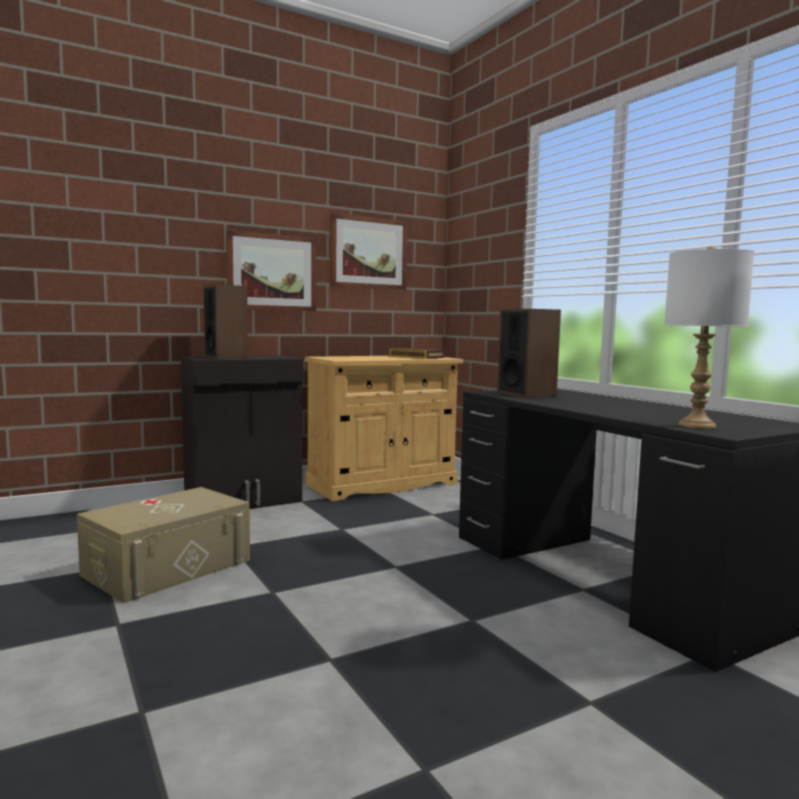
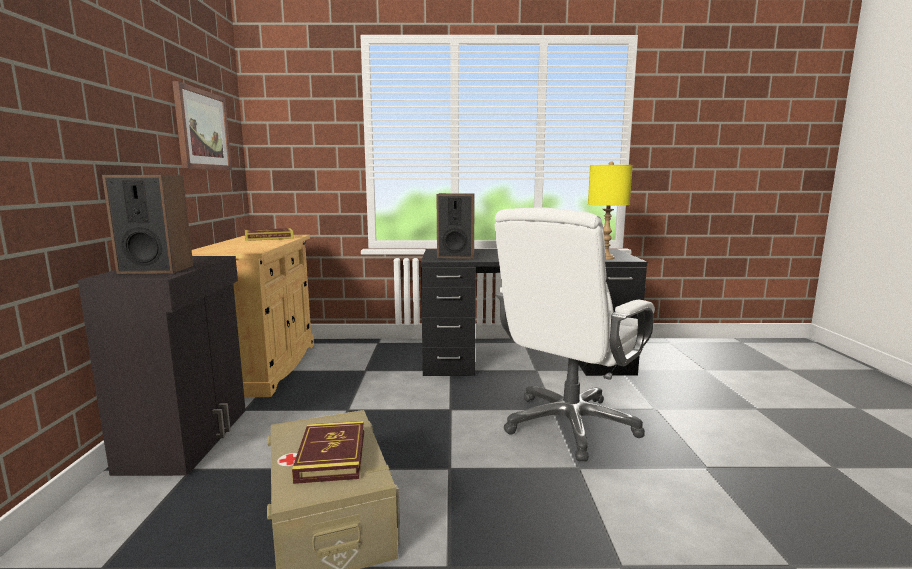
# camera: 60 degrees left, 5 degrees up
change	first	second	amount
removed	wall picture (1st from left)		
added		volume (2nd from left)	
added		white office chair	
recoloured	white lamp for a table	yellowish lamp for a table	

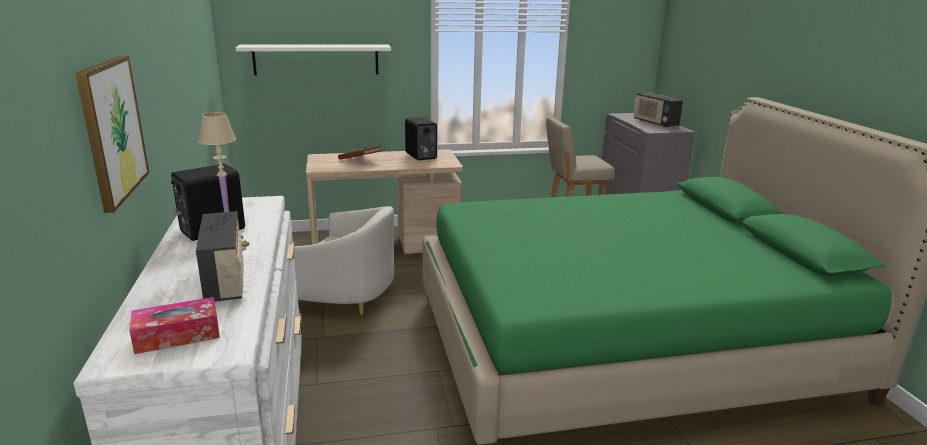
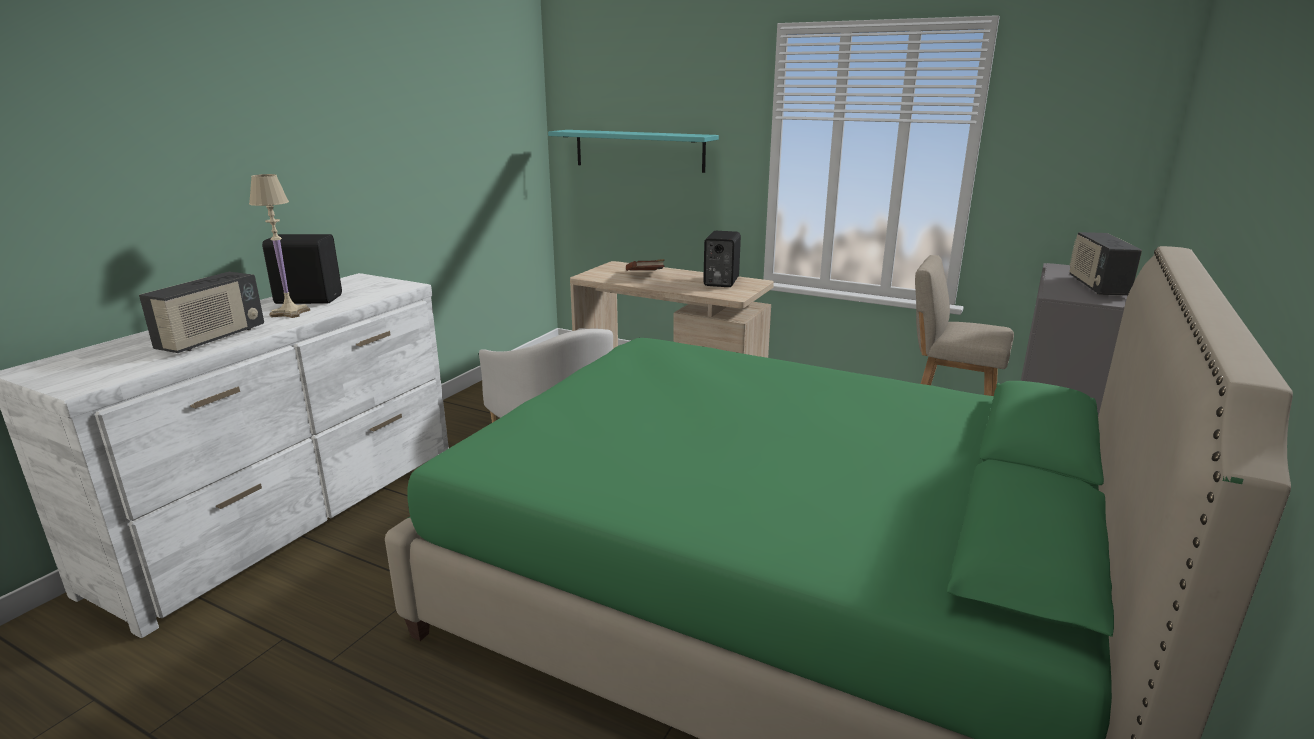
# camera: 40 degrees right, 0 degrees up
change	first	second	amount
removed	wall picture		
removed	box of tissues		
recoloured	white shelf	turquoise-coloured shelf	

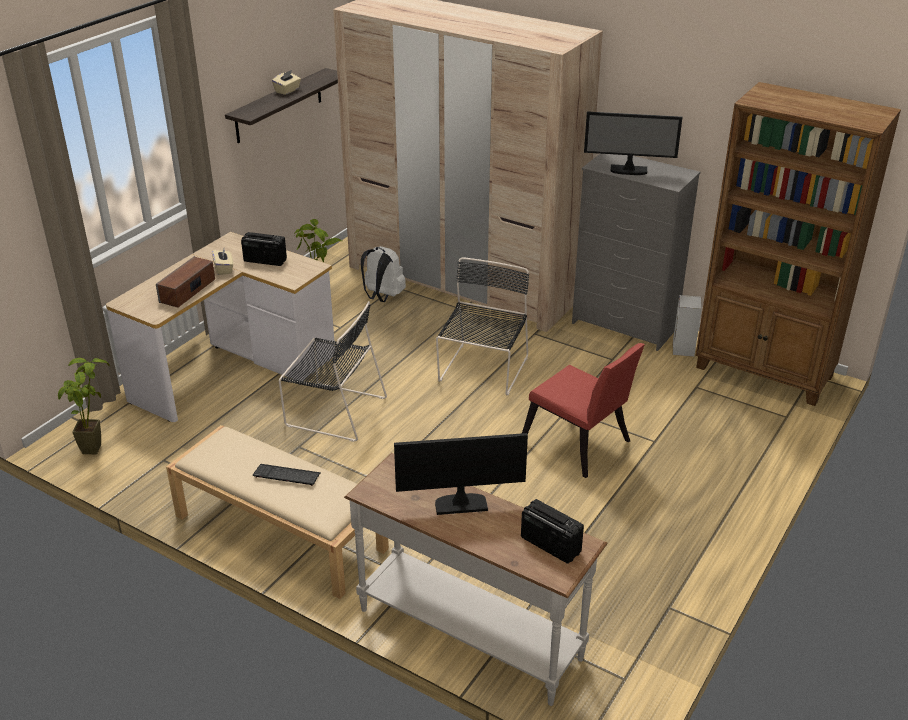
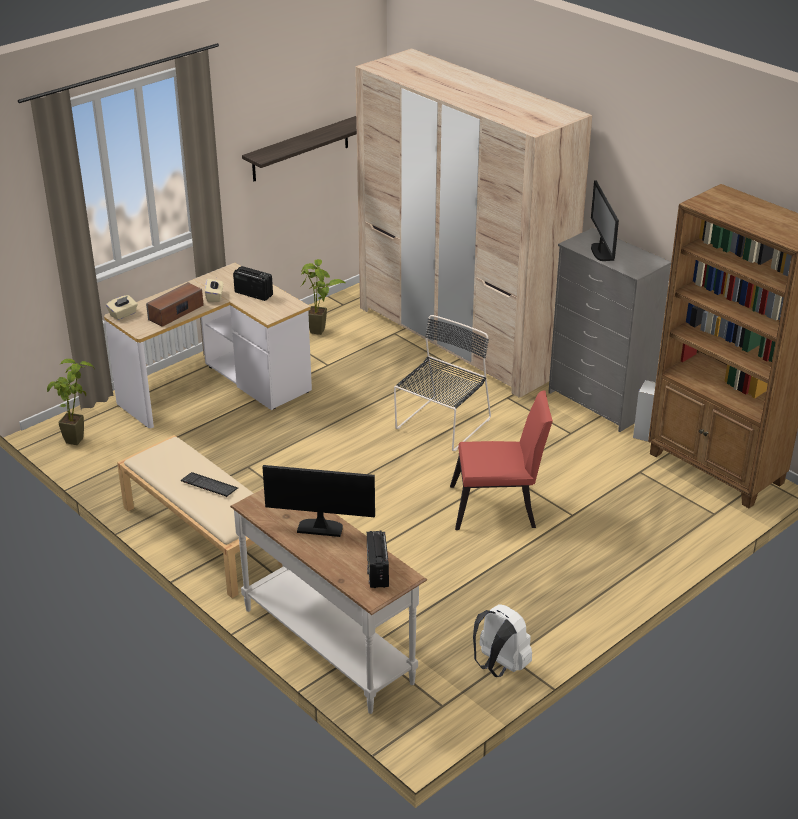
# camera: 15 degrees right, 0 degrees up
change	first	second	amount
removed	blackish plain chair (1st from left)		
moved	beige-coloured box of tissues (2nd from left in the first image)	beige-coloured box of tissues (1st from left)	
moved	white knapsack		
turned	radio (2nd from left)		150 degrees counterclockwise
turned	red-coloured plain chair		60 degrees counterclockwise
turned	computer display (2nd from left)		60 degrees clockwise

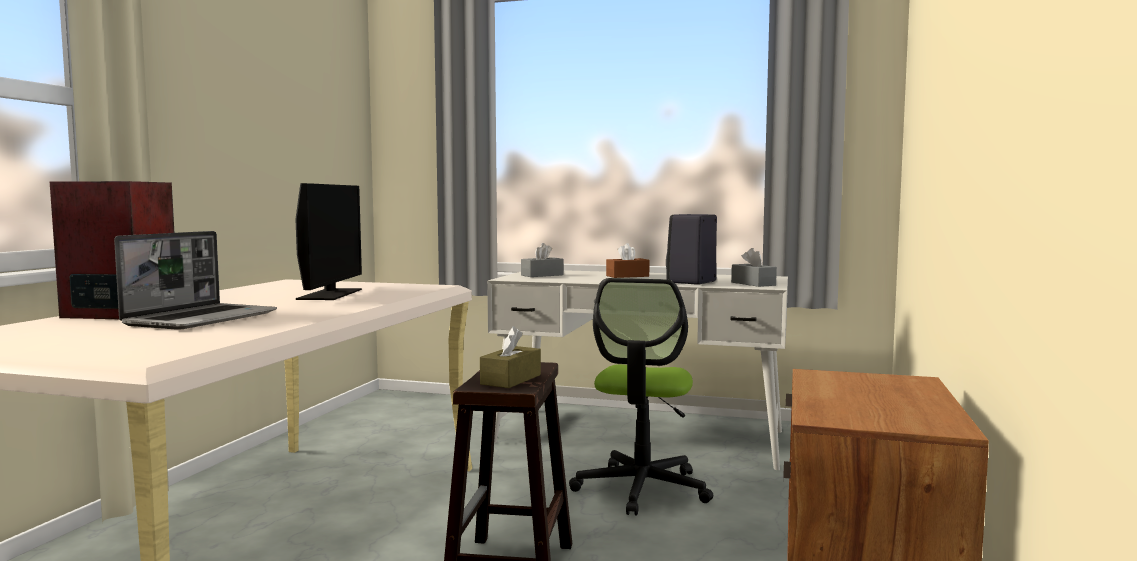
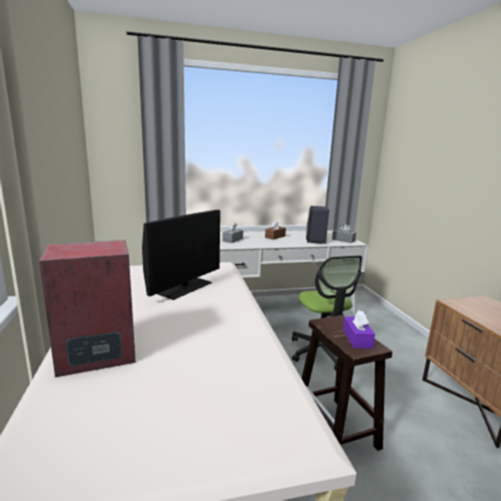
# camera: 30 degrees left, 10 degrees up
change	first	second	amount
removed	laptop		
recoloured	brownish box of tissues (1st from left)	purple box of tissues	
turned	computer display		60 degrees clockwise

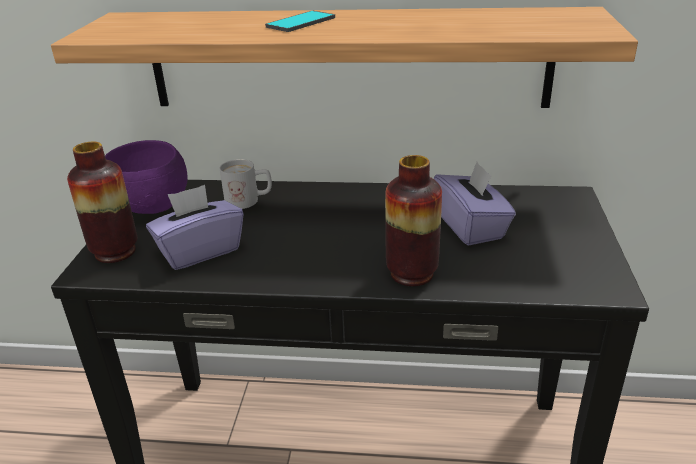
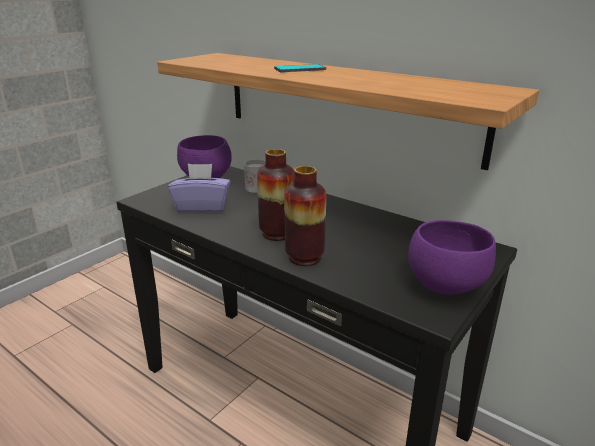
# camera: 30 degrees right, 5 degrees down
change	first	second	amount
removed	purple box of tissues (2nd from left)		
added		purple serving bowl (2nd from left)	
moved	vase (1st from left)		

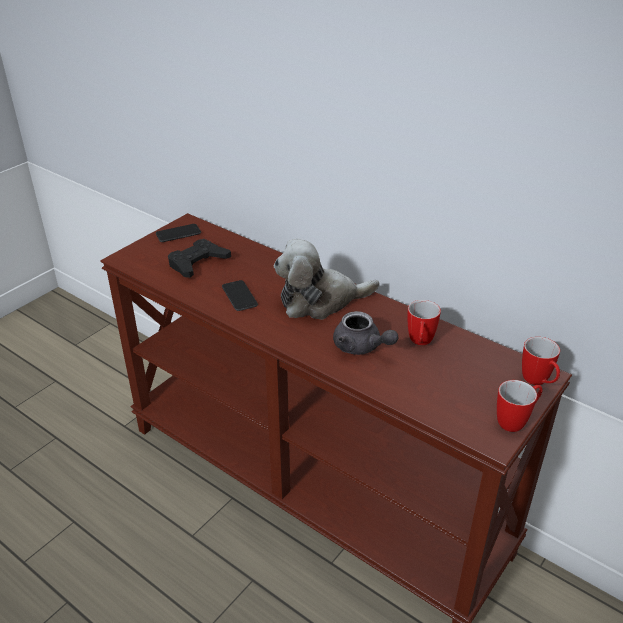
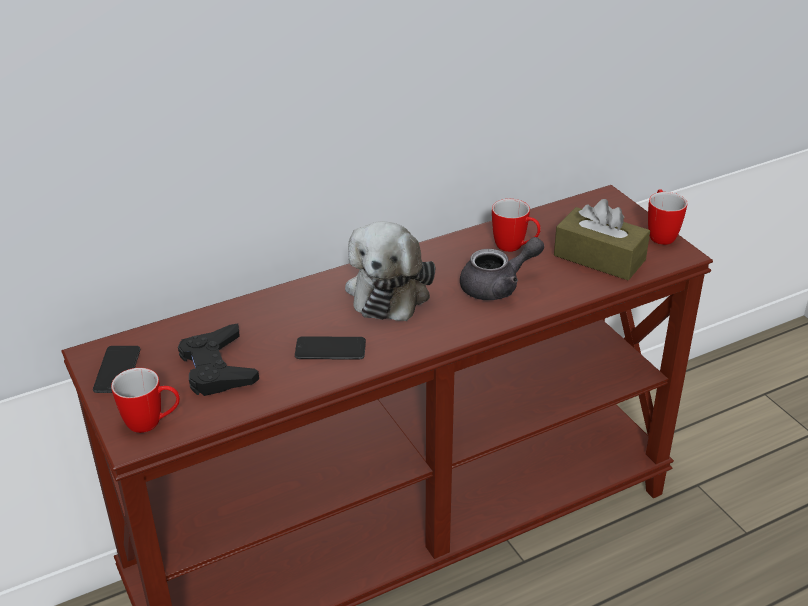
# camera: 65 degrees left, 0 degrees up
change	first	second	amount
added		brownish box of tissues	
moved	mug (3rd from left in the first image)	mug (1st from left)	

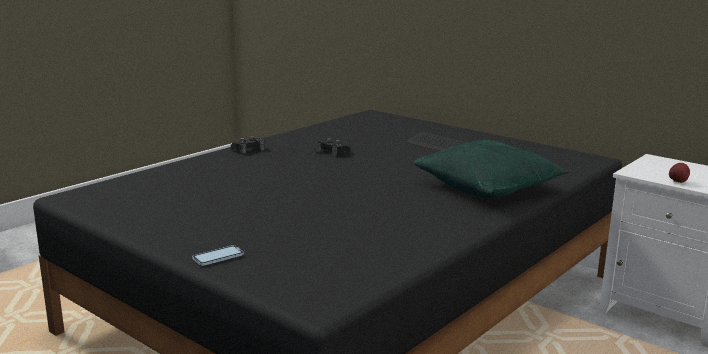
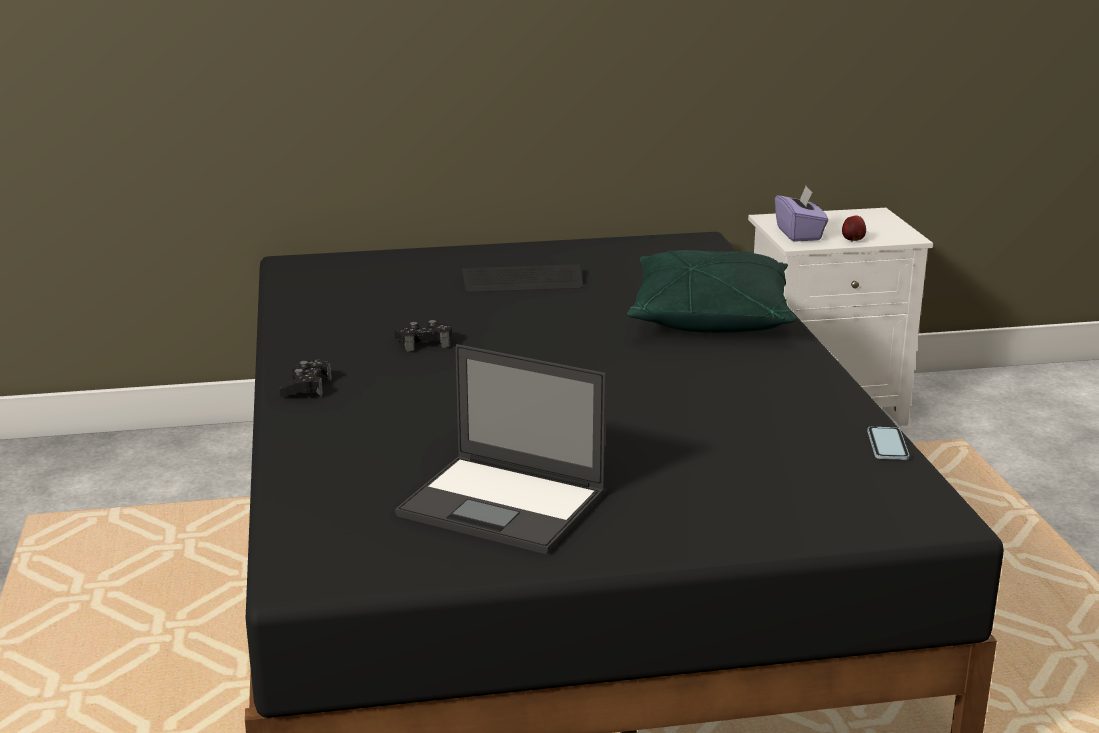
# camera: 50 degrees left, 5 degrees up
change	first	second	amount
added		laptop	
added		purple box of tissues	
moved	telephone		

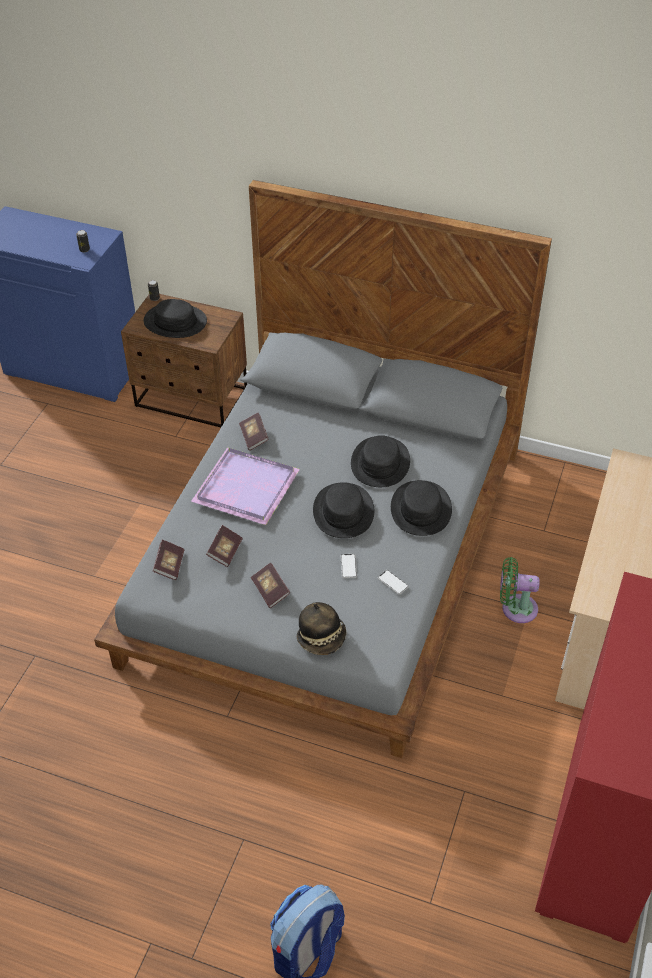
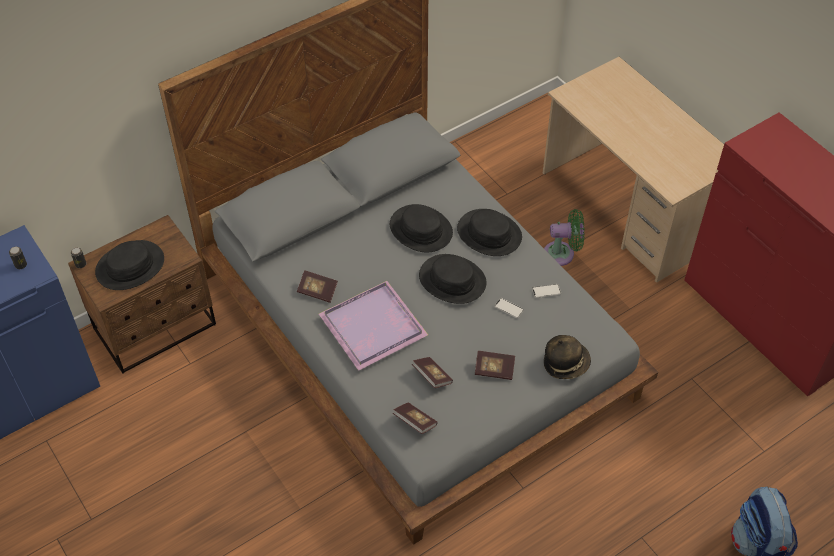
# camera: 55 degrees left, 5 degrees up
change	first	second	amount
turned	green cooling fan		135 degrees counterclockwise

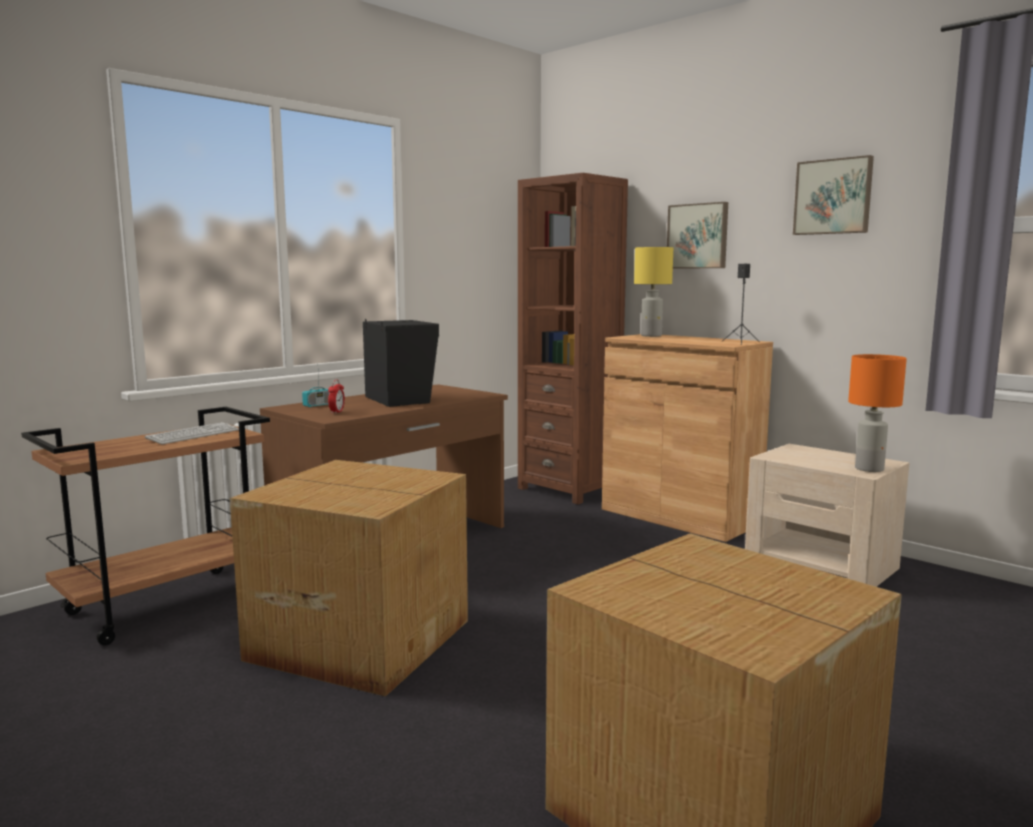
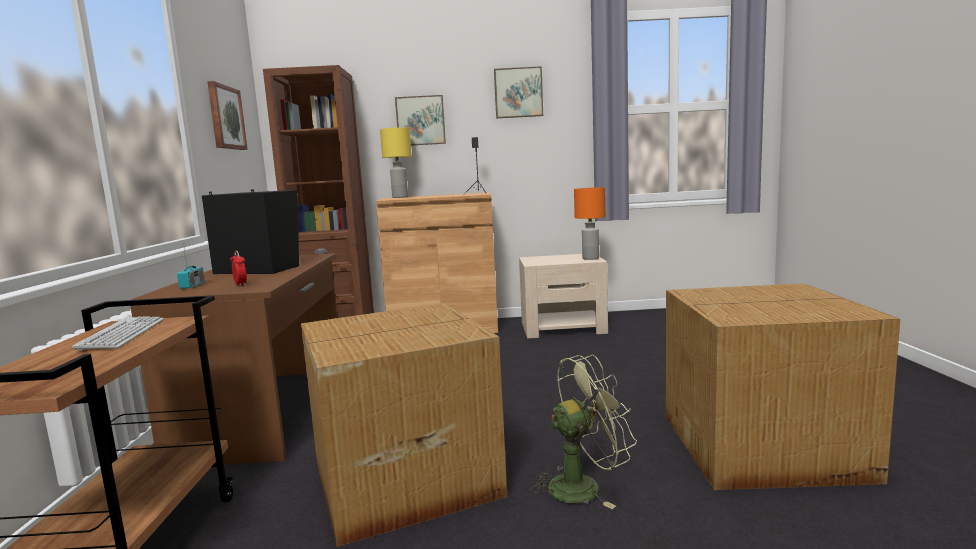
# camera: 45 degrees left, 0 degrees up
change	first	second	amount
added		wall picture (1st from left)	
added		green cooling fan	

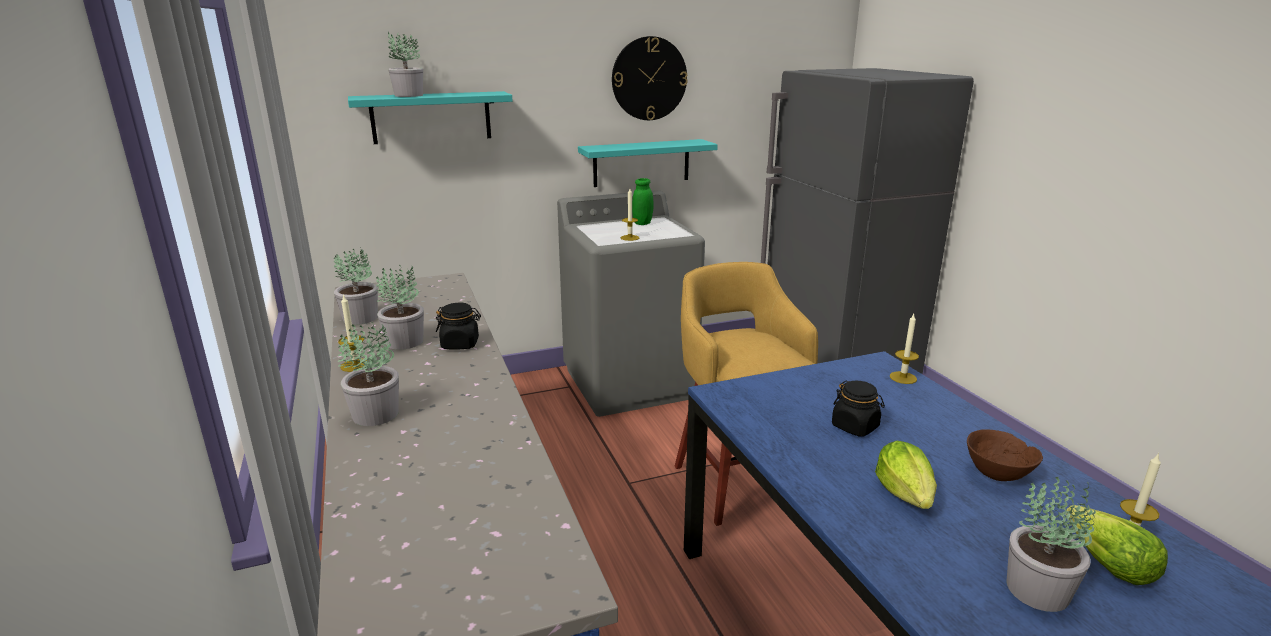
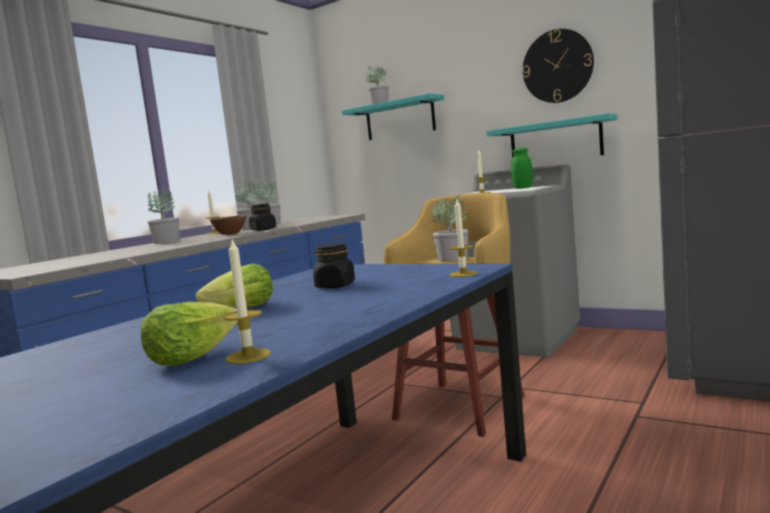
# camera: 55 degrees right, 15 degrees down
change	first	second	amount
moved	brownish serving bowl		
moved	potted plant (5th from left)		

